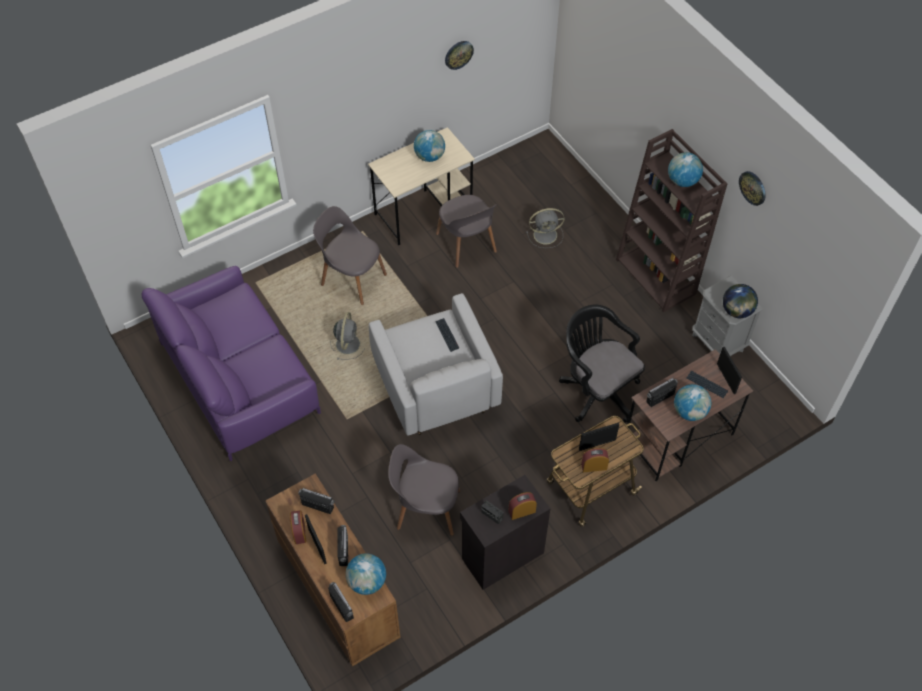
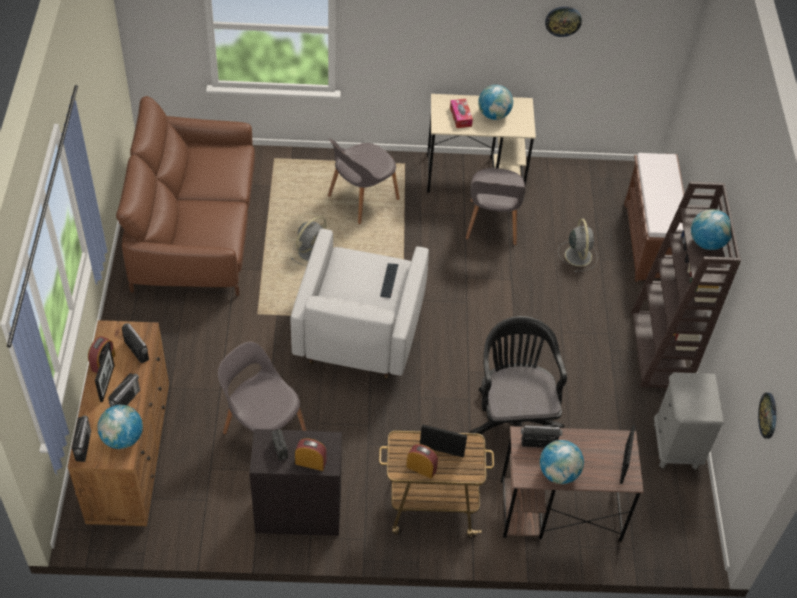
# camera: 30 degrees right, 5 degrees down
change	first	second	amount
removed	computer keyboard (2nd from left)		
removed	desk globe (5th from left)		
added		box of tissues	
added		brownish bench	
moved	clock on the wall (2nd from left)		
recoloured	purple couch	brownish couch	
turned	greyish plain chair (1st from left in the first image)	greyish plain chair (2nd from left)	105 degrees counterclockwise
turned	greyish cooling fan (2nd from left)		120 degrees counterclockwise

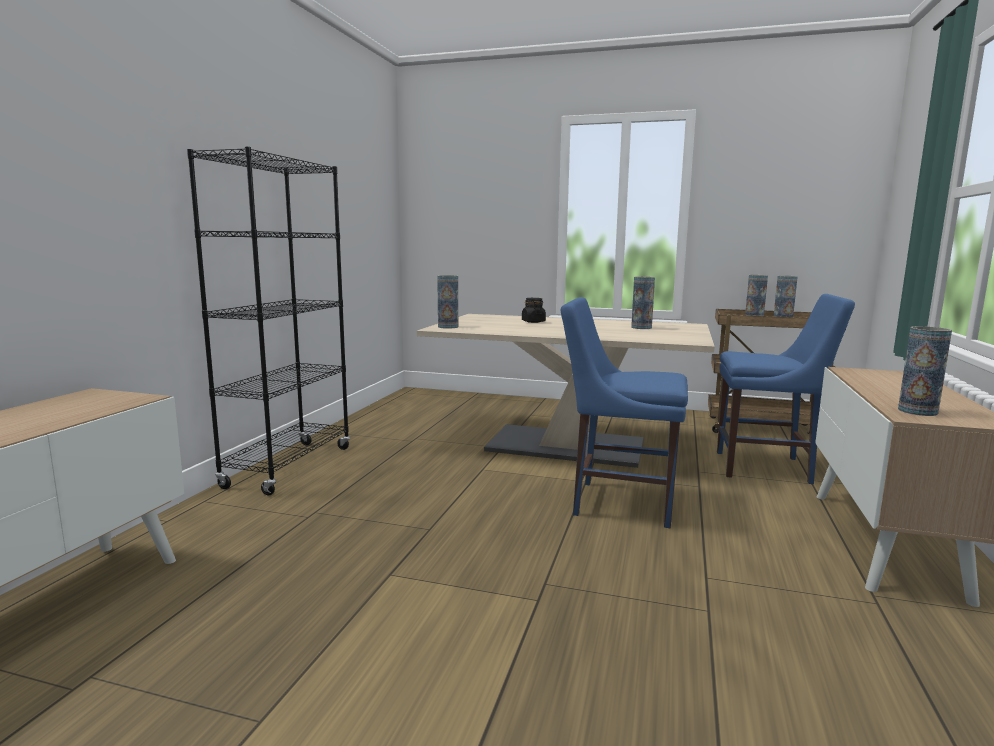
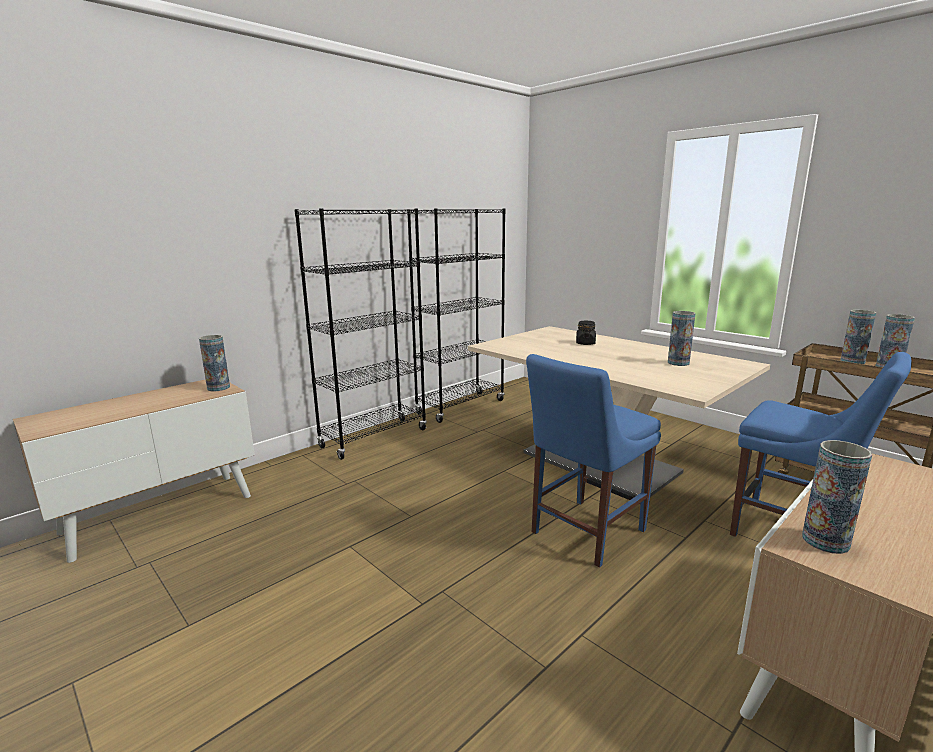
# camera: 30 degrees right, 5 degrees up
change	first	second	amount
added		blackish shelving unit (2nd from left)	
moved	vase (1st from left)		
turned	bluish plain chair (1st from left)		90 degrees counterclockwise

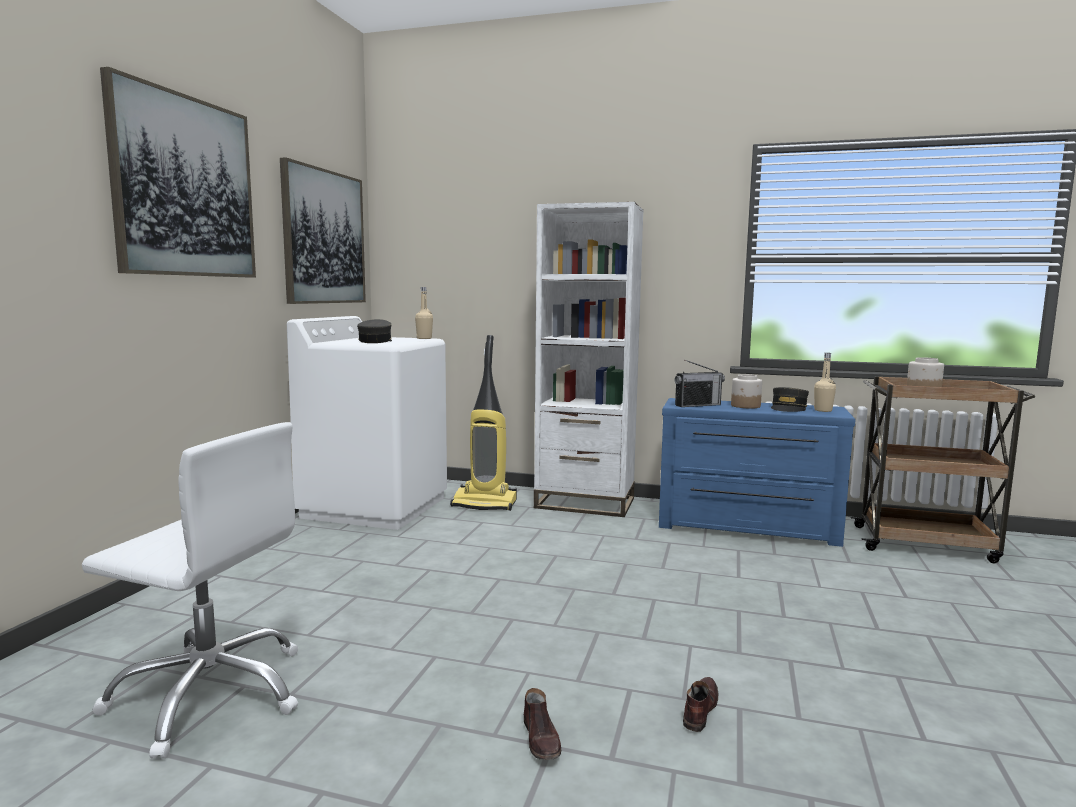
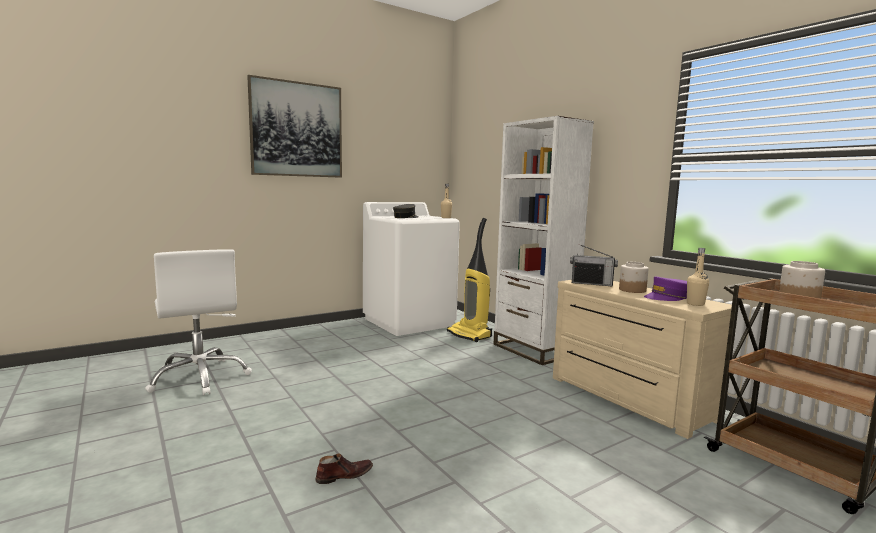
# camera: 40 degrees right, 0 degrees up
change	first	second	amount
removed	wall picture (2nd from left)		
removed	brownish shoe (1st from left)		
recoloured	bluish dresser	beige-coloured dresser	
recoloured	greyish cap (2nd from left)	purple cap	

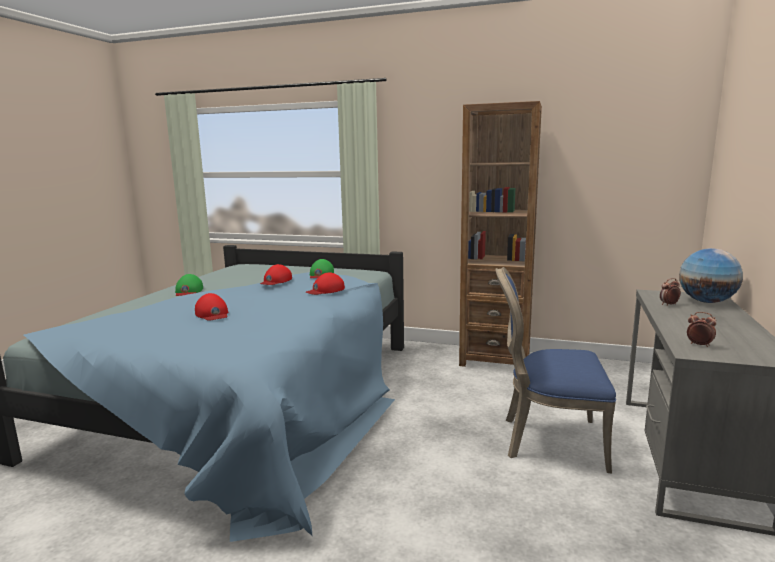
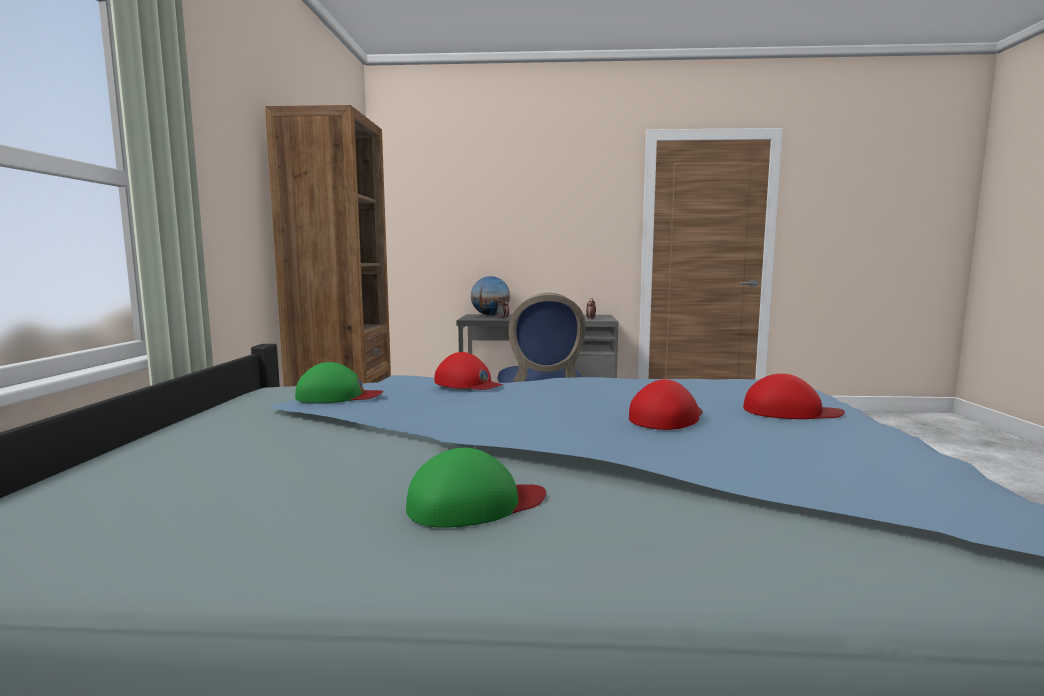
# camera: 105 degrees left, 5 degrees down
change	first	second	amount
moved	red-coloured cap (2nd from left in the first image)	red-coloured cap (3rd from left)	

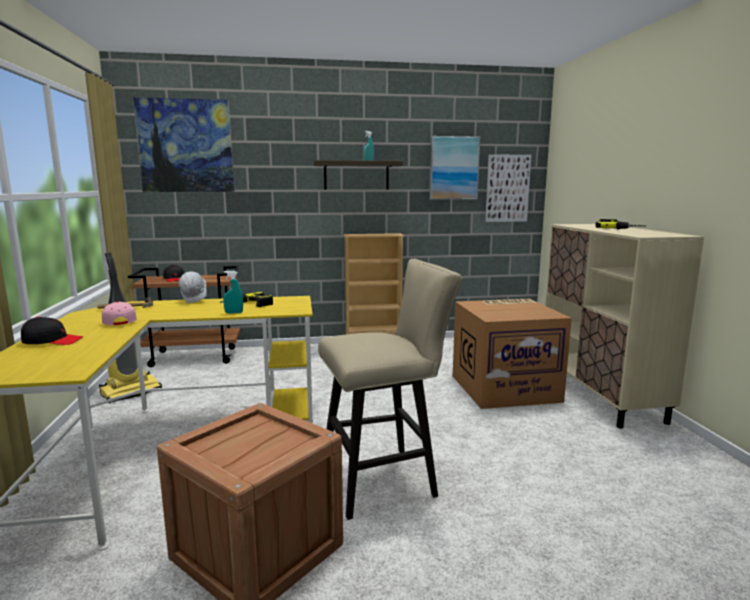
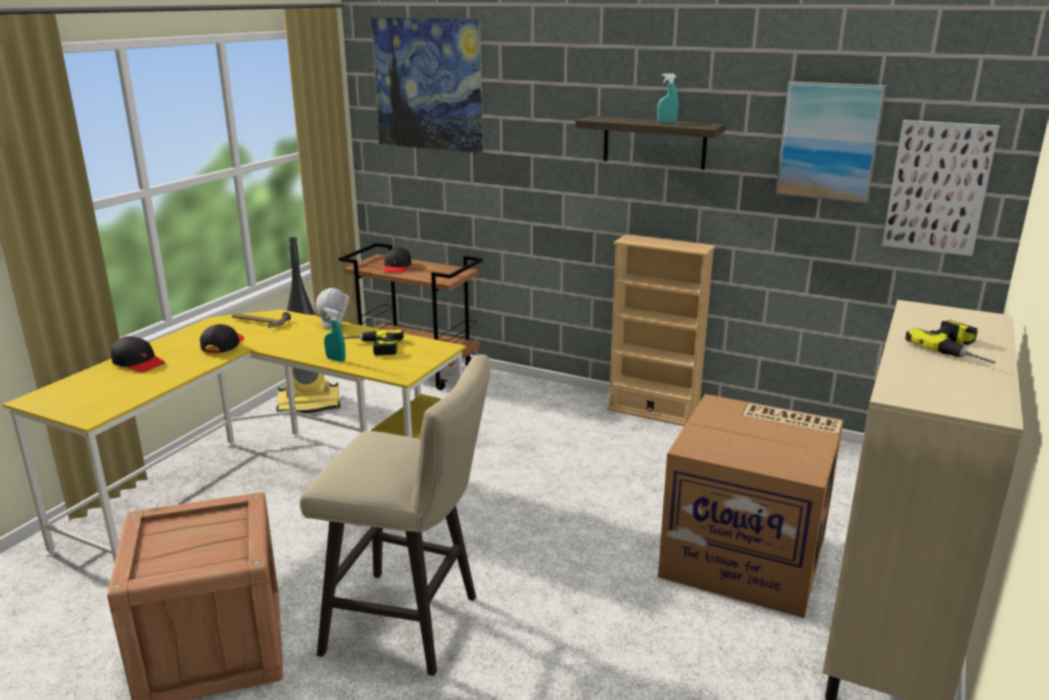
# camera: 35 degrees right, 10 degrees up
change	first	second	amount
recoloured	pinkish cap	blackish cap (2nd from left)	

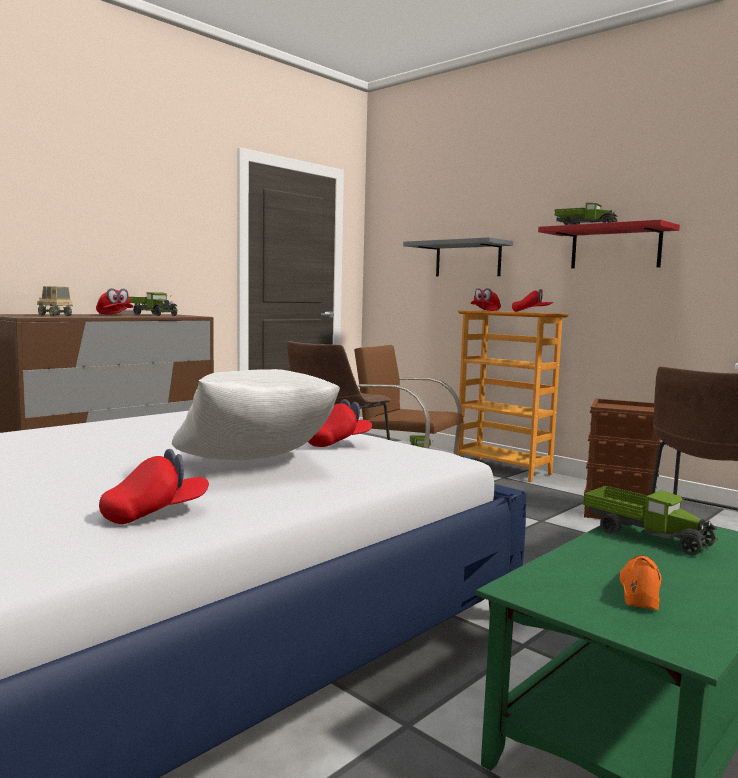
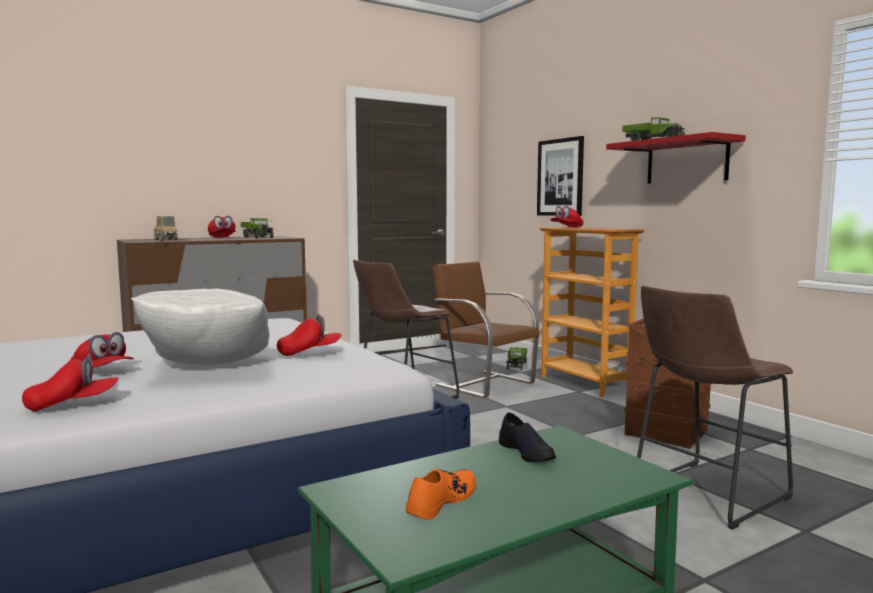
# camera: 15 degrees right, 0 degrees up
change	first	second	amount
moved	red-coloured cap (5th from left in the first image)	red-coloured cap (2nd from left)	
replaced	greyish shelf	wall picture	
replaced	toy lorry (5th from left)	blackish shoe	

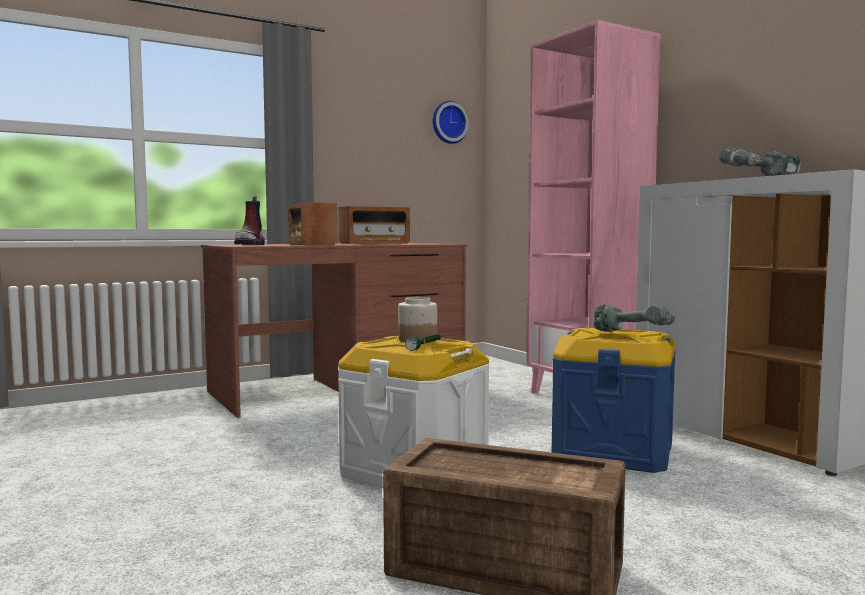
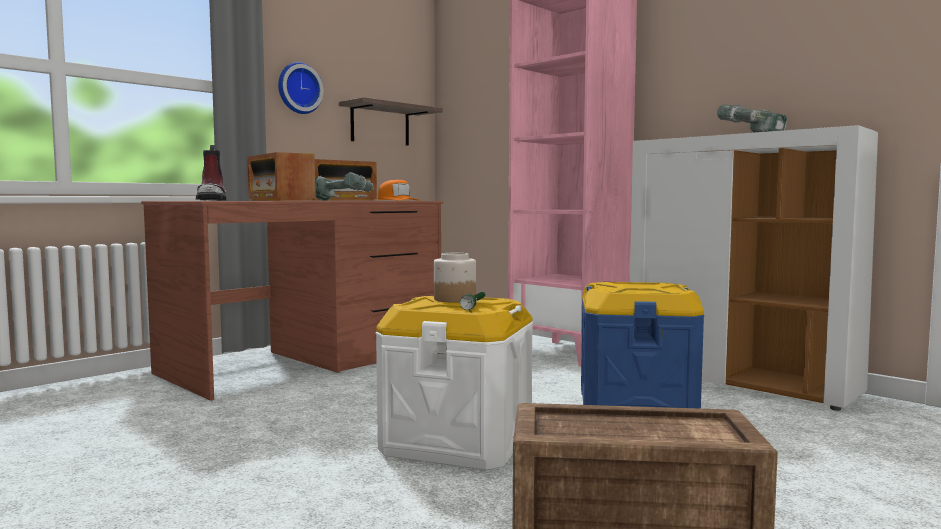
# camera: 15 degrees left, 0 degrees up
change	first	second	amount
added		shelf	
added		orangey cap	
moved	clock on the wall		
moved	power drill (1st from left)		

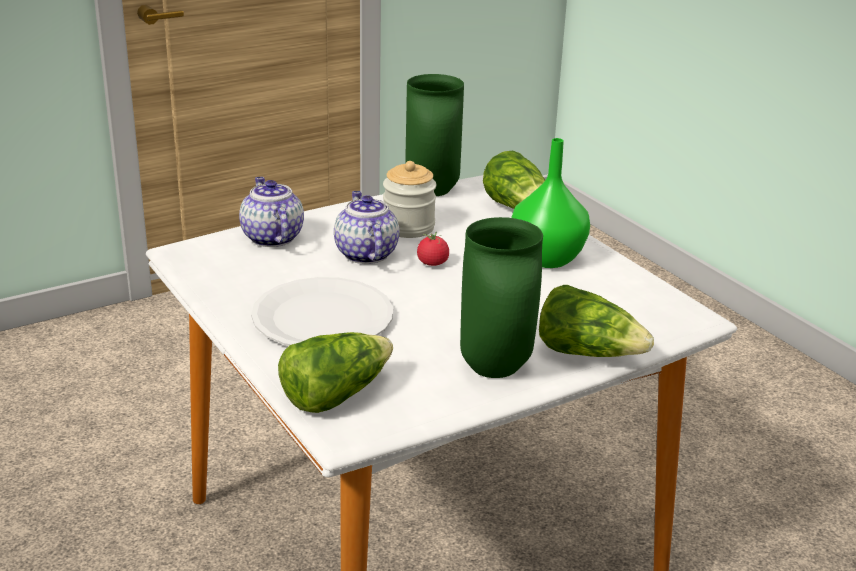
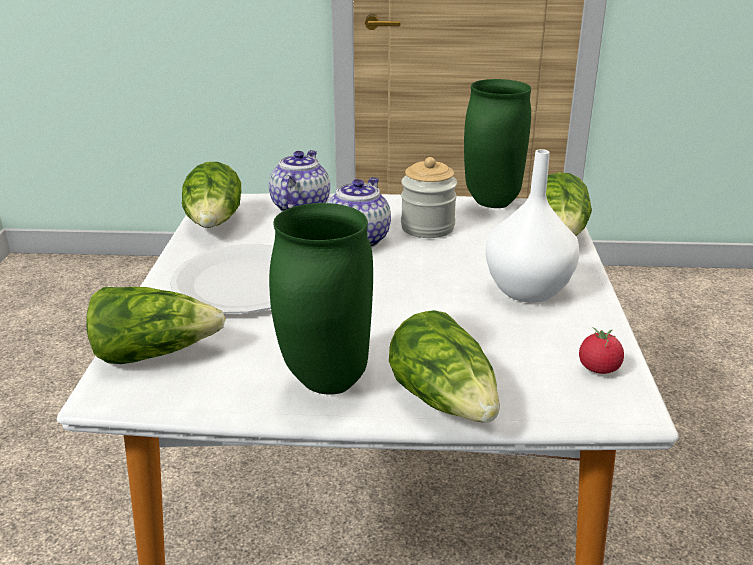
# camera: 35 degrees right, 0 degrees up
change	first	second	amount
added		lettuce head (2nd from left)	
moved	tomato		
recoloured	green vase (3rd from left)	white vase	

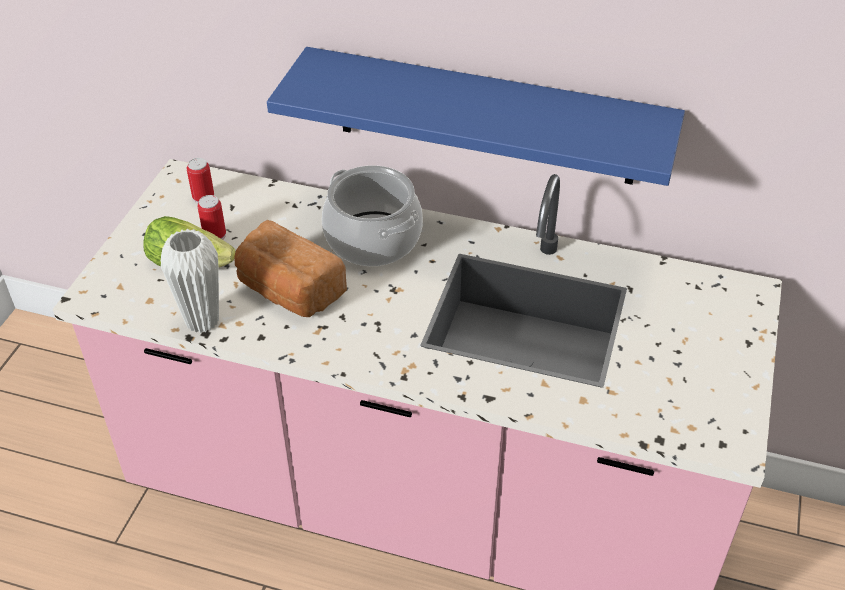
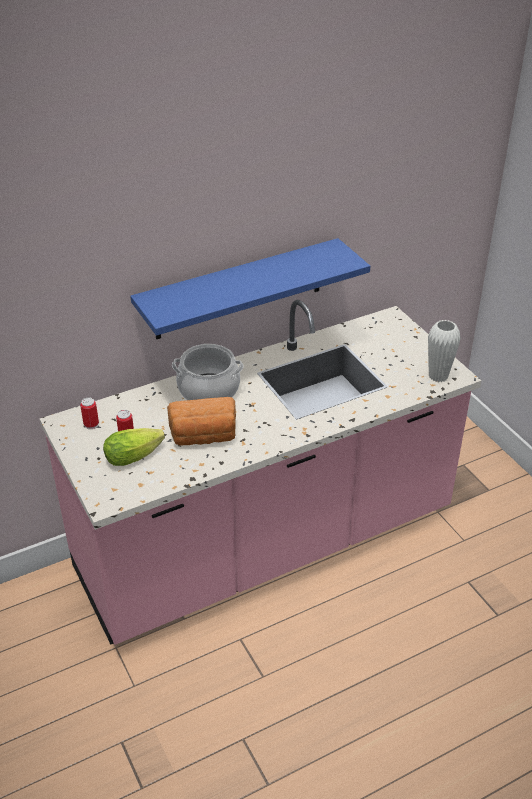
# camera: 45 degrees left, 5 degrees down
change	first	second	amount
moved	white vase		

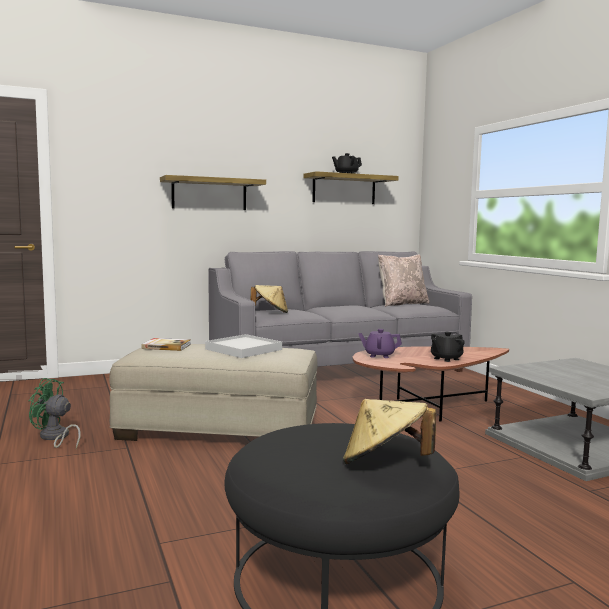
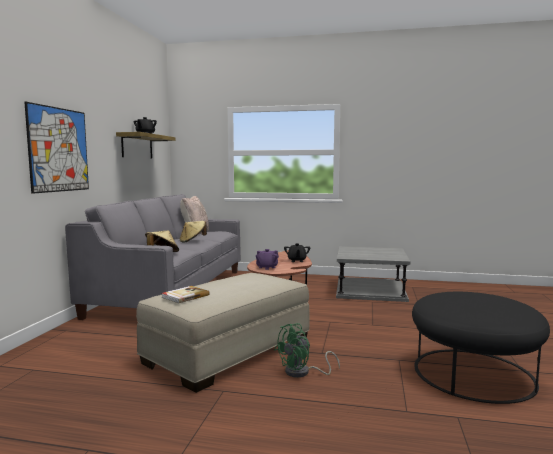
# camera: 55 degrees left, 0 degrees up
change	first	second	amount
removed	white tray		
moved	green cooling fan		
moved	beige-coloured wearable hat (2nd from left)		
replaced	shelf (1st from left)	wall picture	

